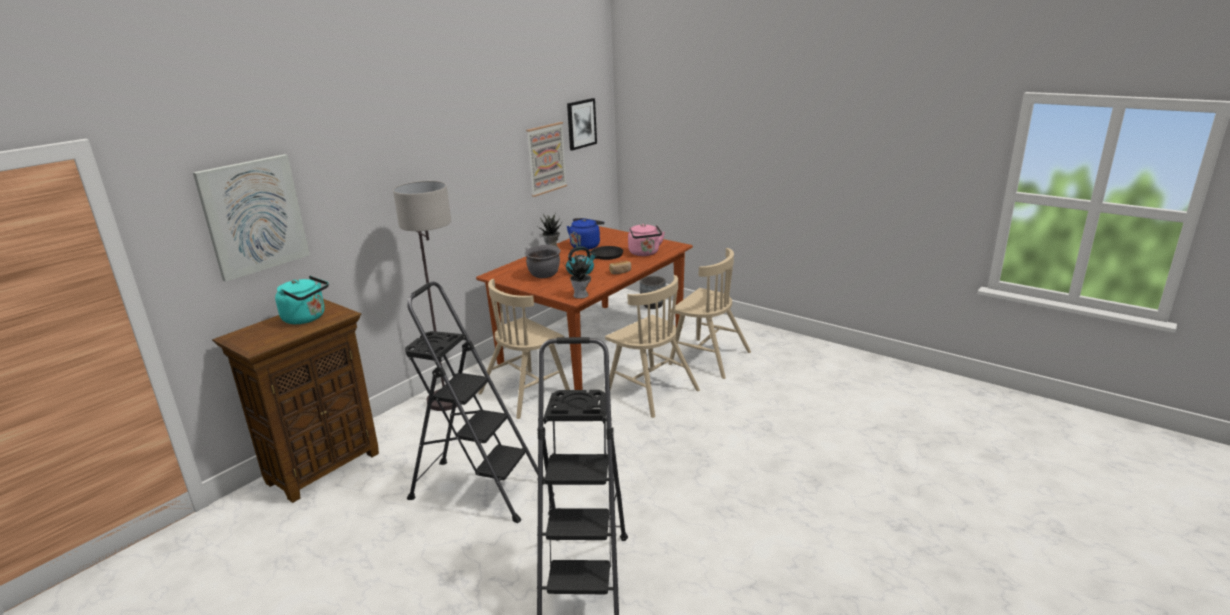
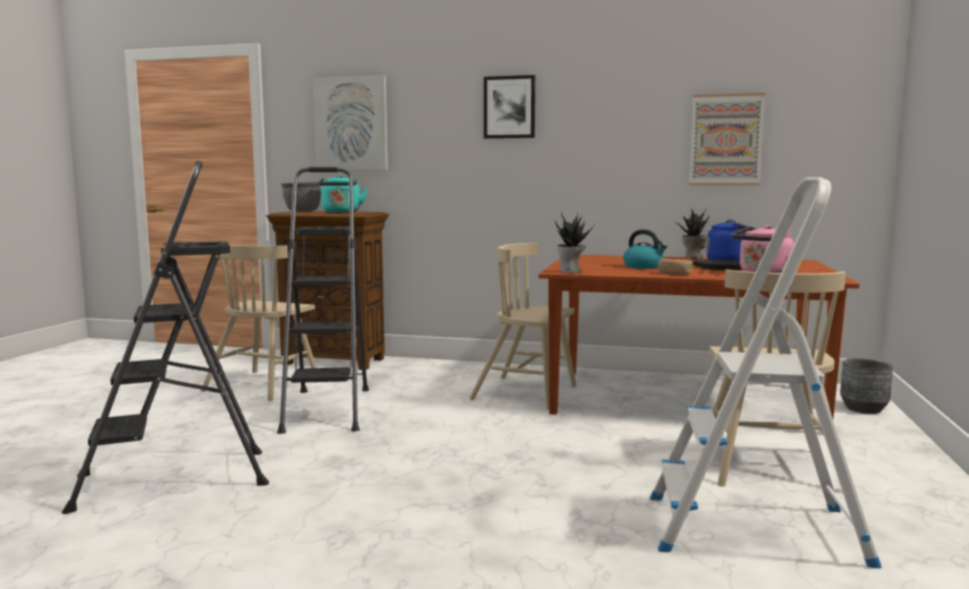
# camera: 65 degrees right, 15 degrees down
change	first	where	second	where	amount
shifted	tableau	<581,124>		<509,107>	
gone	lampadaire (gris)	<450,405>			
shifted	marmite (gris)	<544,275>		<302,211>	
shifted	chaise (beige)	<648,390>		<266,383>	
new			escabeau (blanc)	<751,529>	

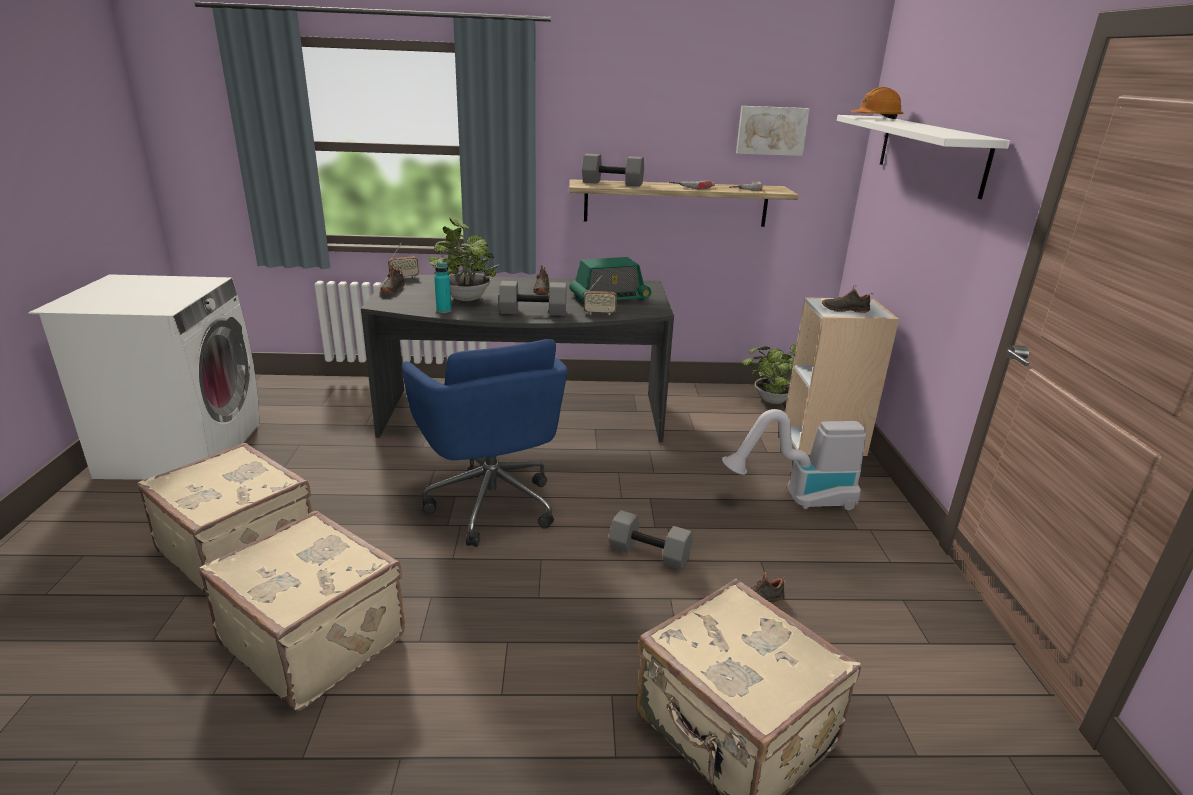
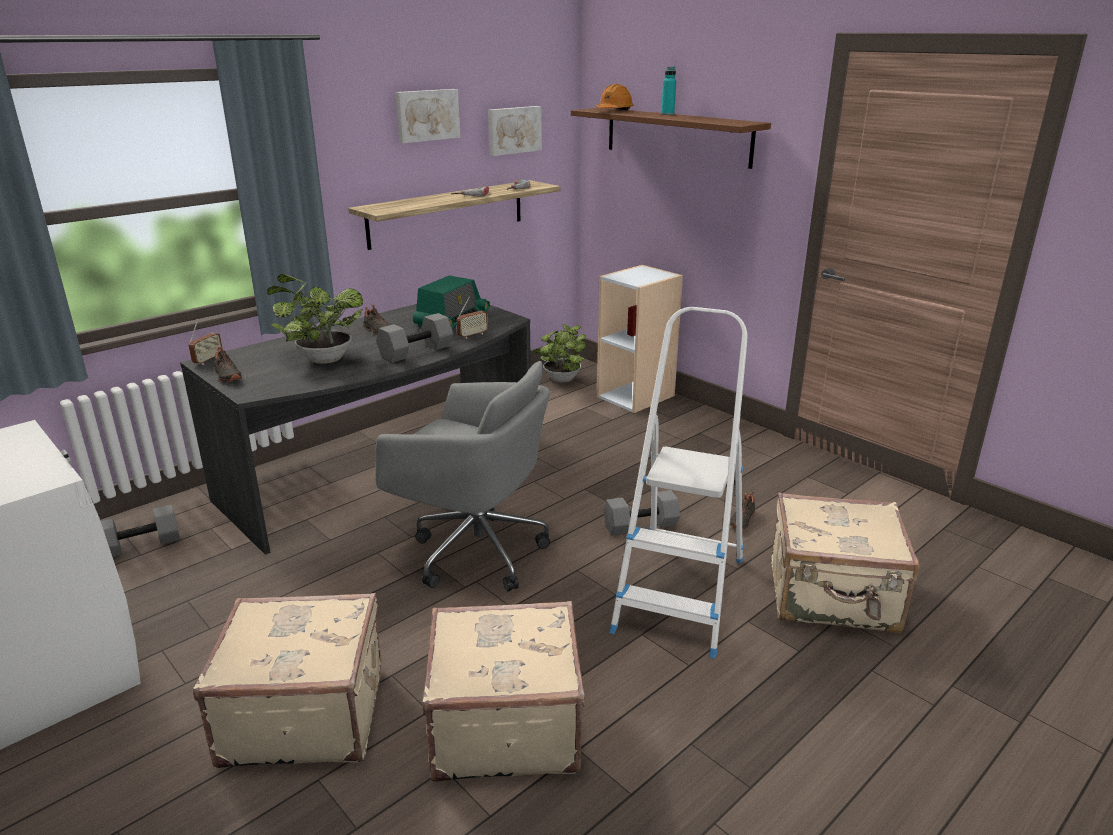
# camera: 40 degrees left, 0 degrees up
change	first	where	second	where	amount
repainted	étagère (blanc)	<930,153>	étagère (marron)	<677,136>	
shifted	haltère (gris)	<611,183>		<140,546>	
shifted	bouteille (turquoise)	<444,311>		<667,114>	
gone	chaussure (noir)	<844,309>			
repainted	chaise de bureau (bleu)	<490,503>	chaise de bureau (gris)	<472,553>	
gone	aspirateur	<797,499>			
new			tableau	<426,115>	
new			escabeau (blanc)	<679,594>	

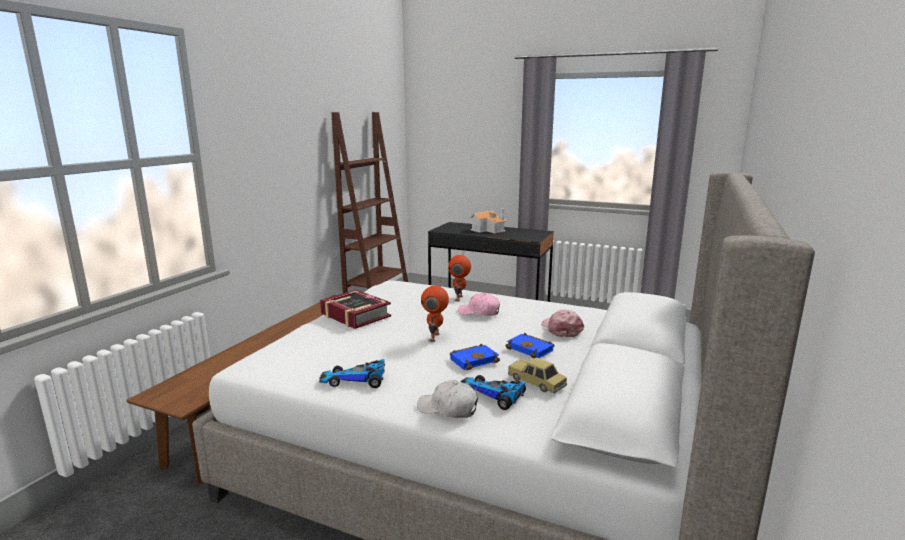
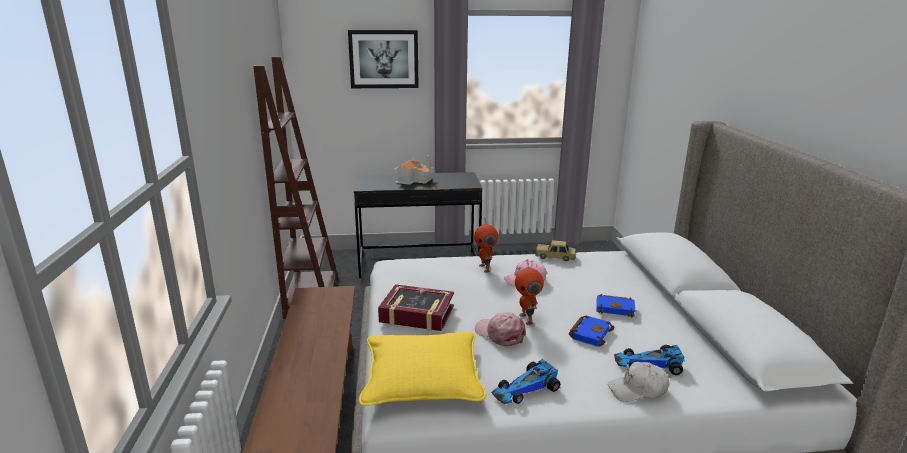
# camera: 30 degrees left, 5 degrees up
change	first	where	second	where	amount
shifted	casquette (rose)	<561,329>		<500,334>	
shifted	petite voiture	<536,382>		<555,257>	
new			tableau	<384,59>	
new			coussin (jaune)	<422,377>	

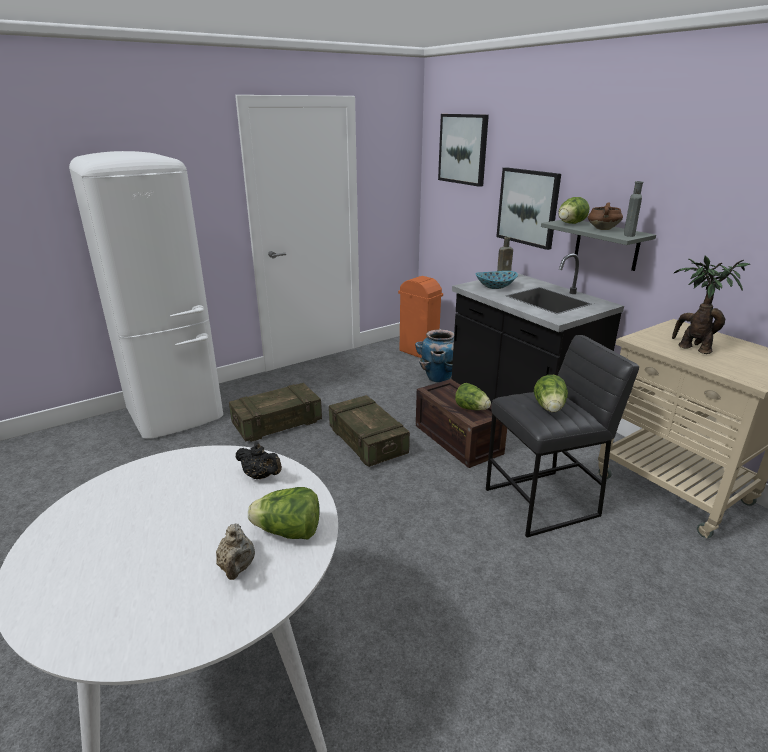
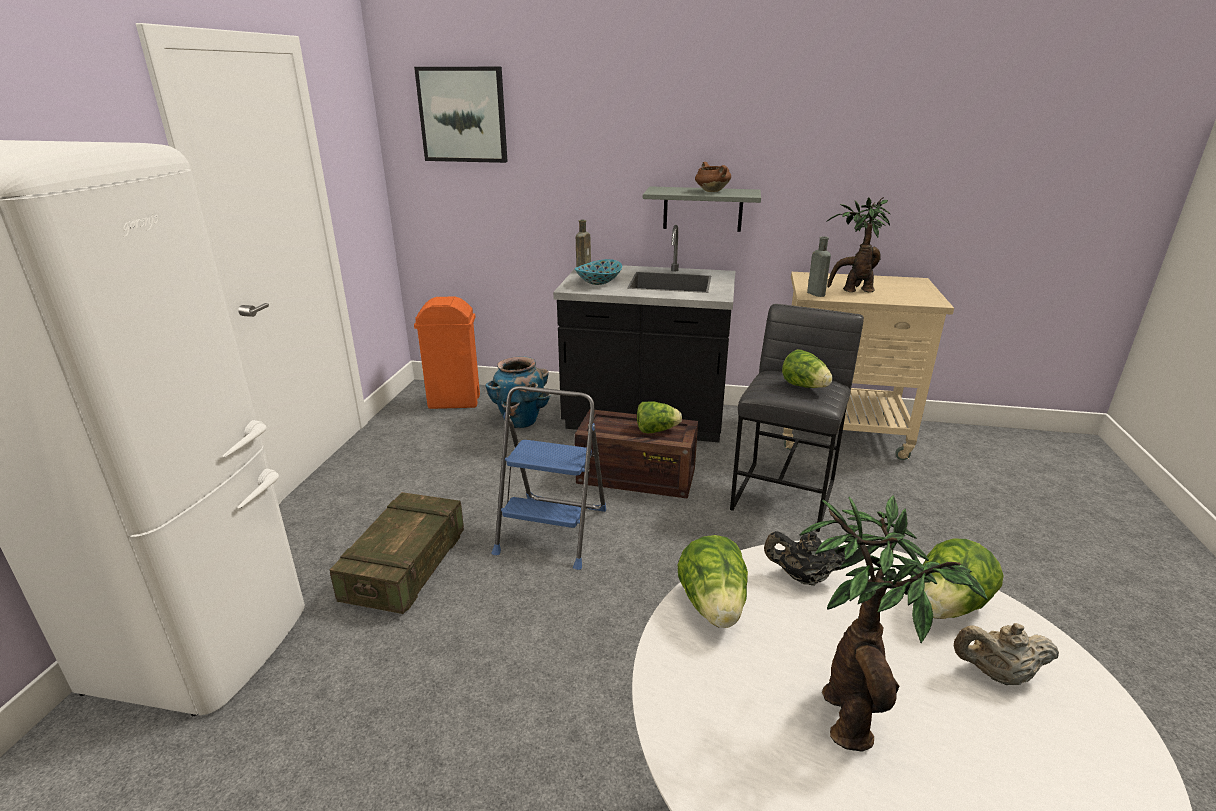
# camera: 45 degrees left, 0 degrees up
change	first	where	second	where	amount
gone	tableau	<528,207>			
shifted	bouteille (gris)	<629,234>		<815,293>	
shifted	laitue	<570,224>		<713,606>	
swapped	caisse	<367,442>	escabeau (bleu)	<554,528>	
rotated	théière (noir)	<260,476>		<802,578>	150 degrees counterclockwise
rotated	théière (beige)	<237,567>		<997,674>	150 degrees clockwise
new			plante en pot	<851,711>	

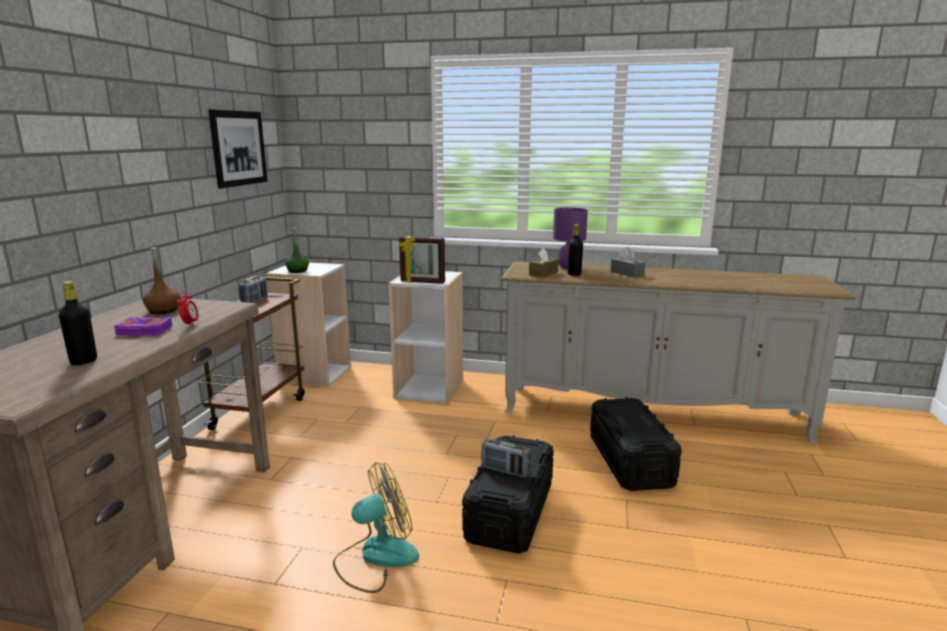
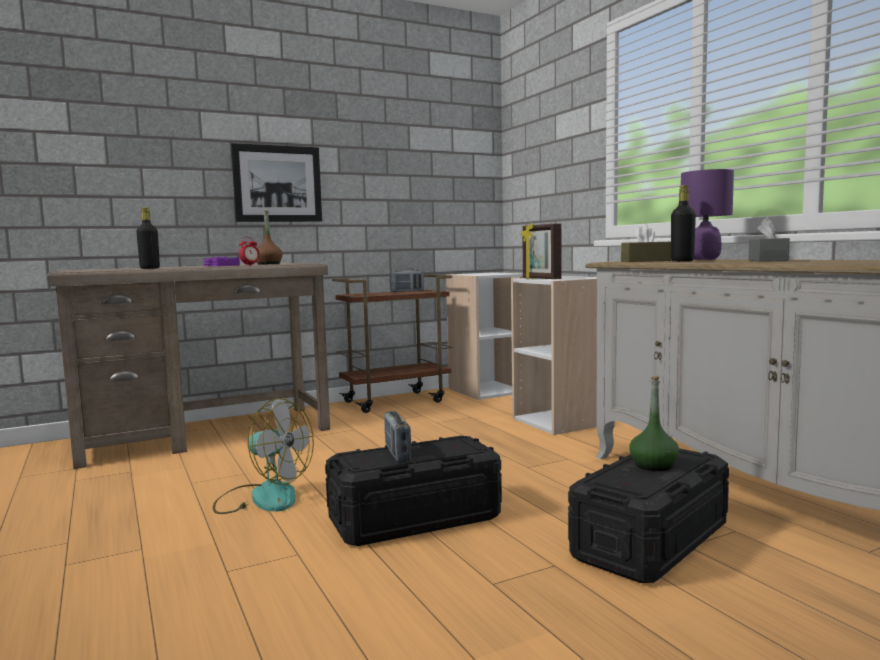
# camera: 50 degrees right, 10 degrees down
change	first	where	second	where	amount
shifted	tableau	<239,148>		<277,184>	
shifted	bouteille (vert)	<297,271>		<653,465>	

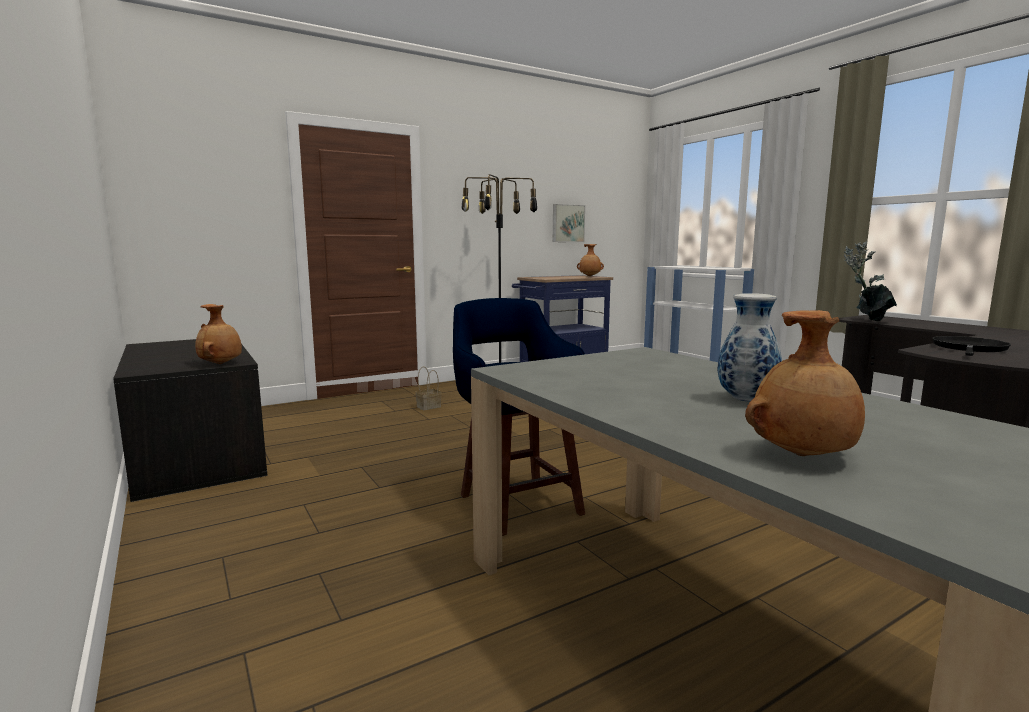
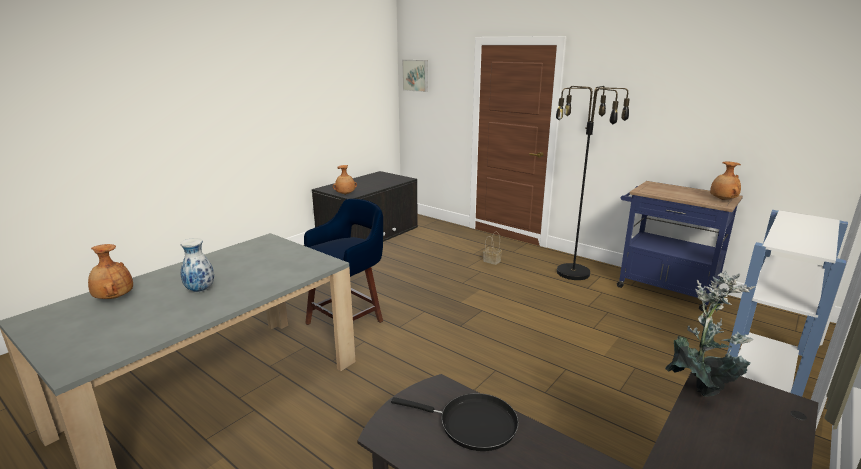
# camera: 70 degrees right, 10 degrees up
change	first	where	second	where	amount
shifted	tableau	<567,223>		<416,75>	

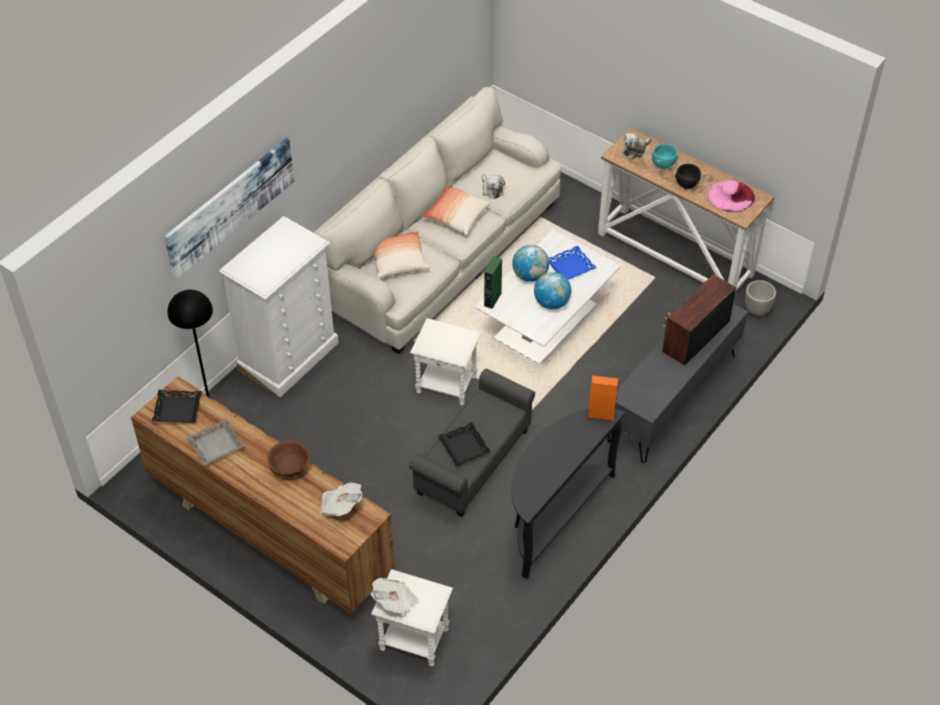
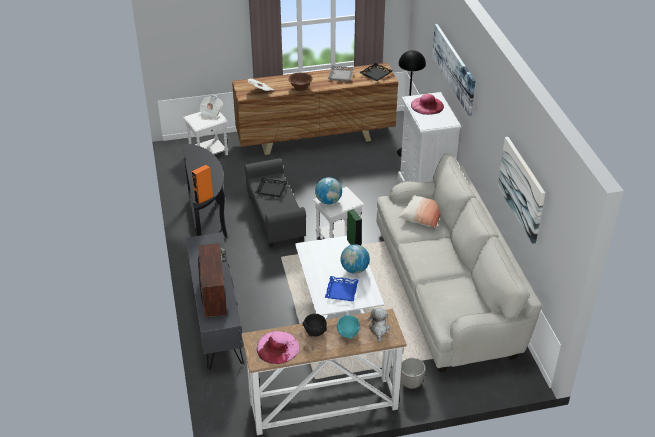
# camera: 130 degrees right, 10 degrees down
change	first	where	second	where	amount
gone	peluche	<491,190>			
gone	coussin	<456,217>			
shifted	globe	<551,303>		<328,201>	
shifted	cache-pot	<757,310>		<410,383>	
new			chapeau (rose)	<427,105>	
new			tableau	<522,189>	

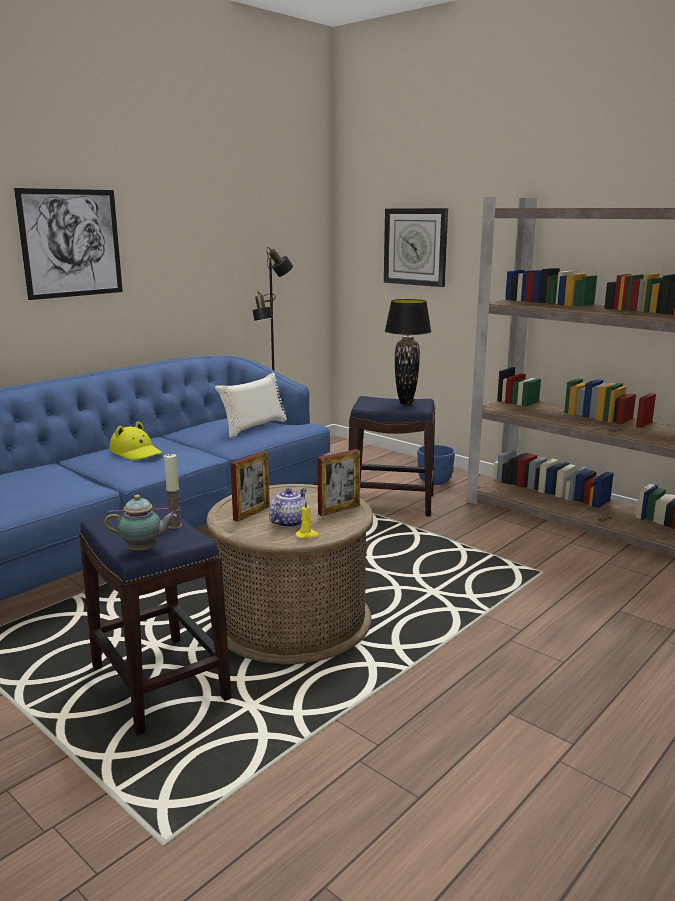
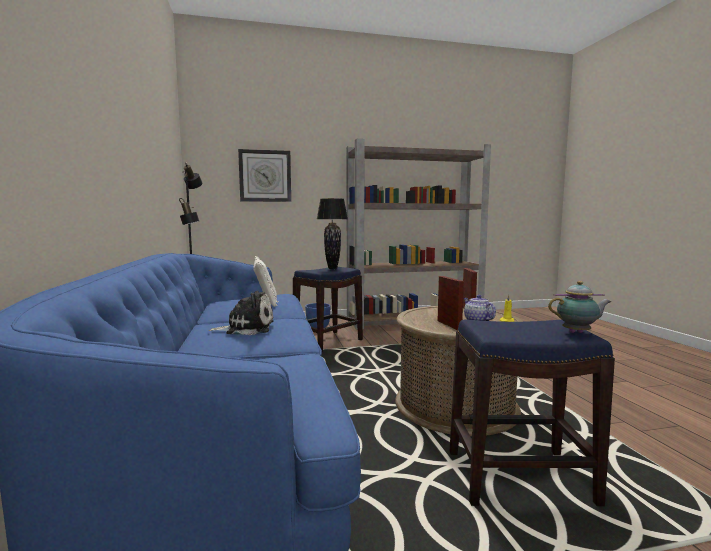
# camera: 55 degrees left, 10 degrees down
change	first	where	second	where	amount
gone	tableau	<71,243>			
swapped	chapeau (jaune)	<136,452>	peluche	<247,328>	
gone	bougie	<175,526>			
rotated	théière	<144,550>		<578,332>	60 degrees clockwise

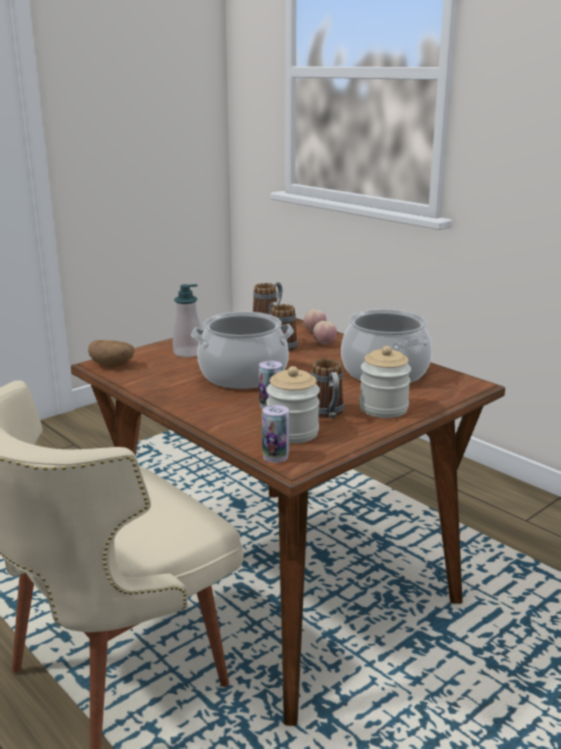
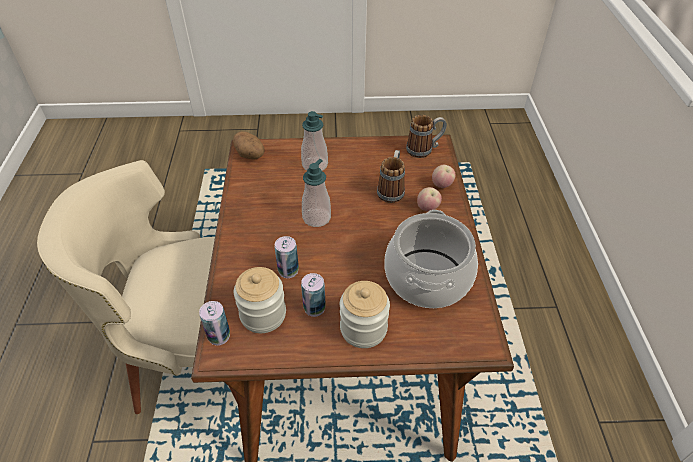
# camera: 40 degrees right, 25 degrees up
change	first	where	second	where	amount
swapped	marmite	<243,375>	distributeur de savon	<316,218>	
swapped	mug	<328,414>	boîte métallique	<314,308>	

